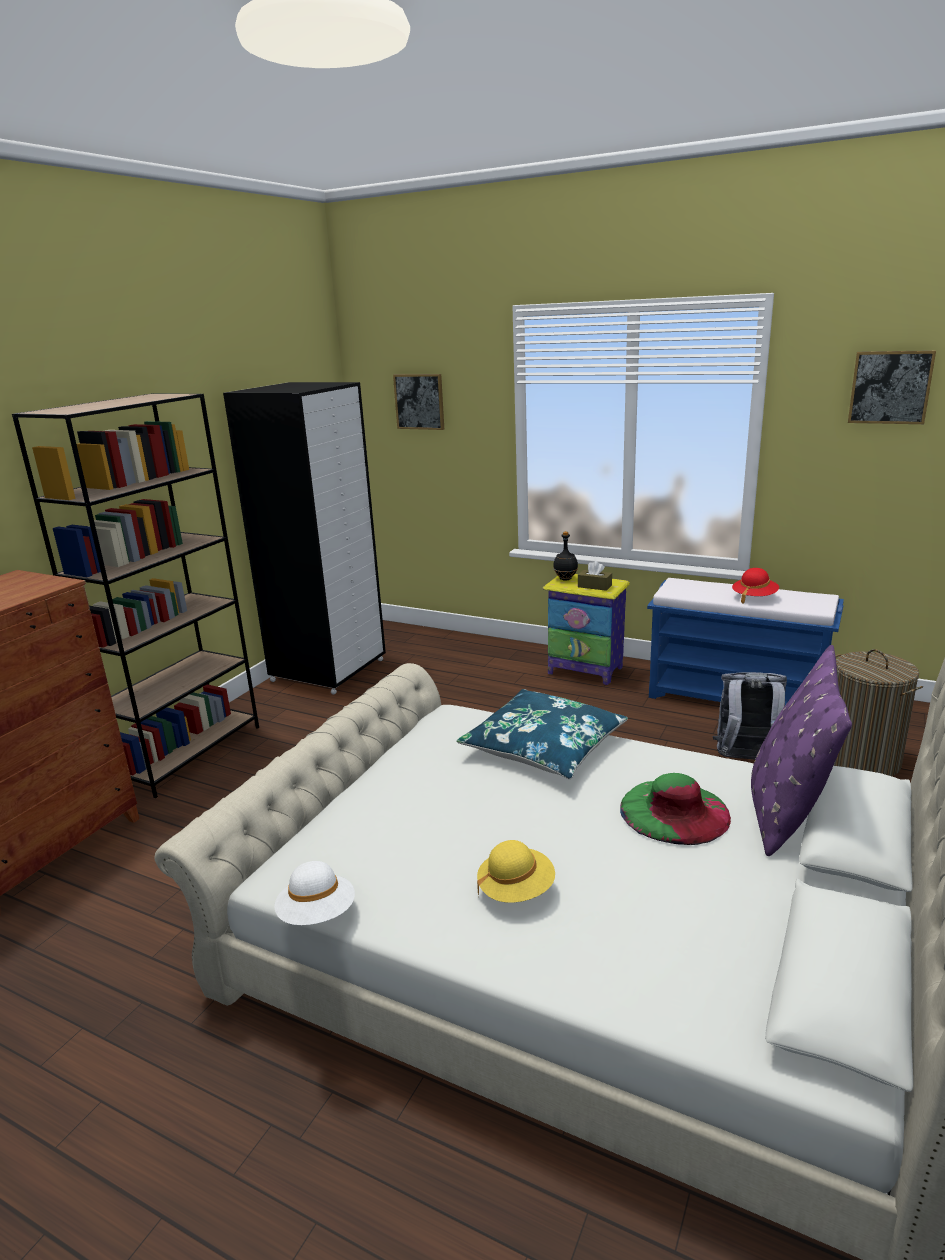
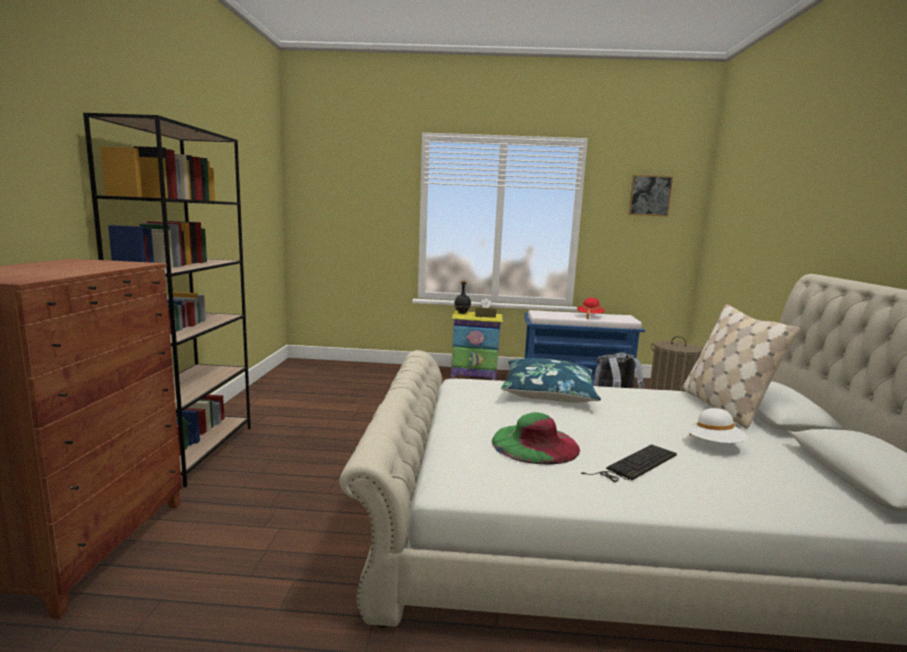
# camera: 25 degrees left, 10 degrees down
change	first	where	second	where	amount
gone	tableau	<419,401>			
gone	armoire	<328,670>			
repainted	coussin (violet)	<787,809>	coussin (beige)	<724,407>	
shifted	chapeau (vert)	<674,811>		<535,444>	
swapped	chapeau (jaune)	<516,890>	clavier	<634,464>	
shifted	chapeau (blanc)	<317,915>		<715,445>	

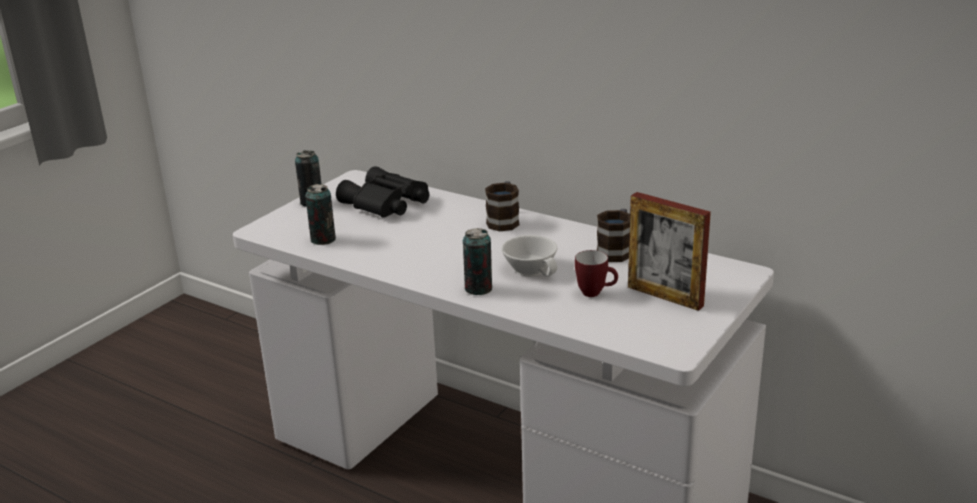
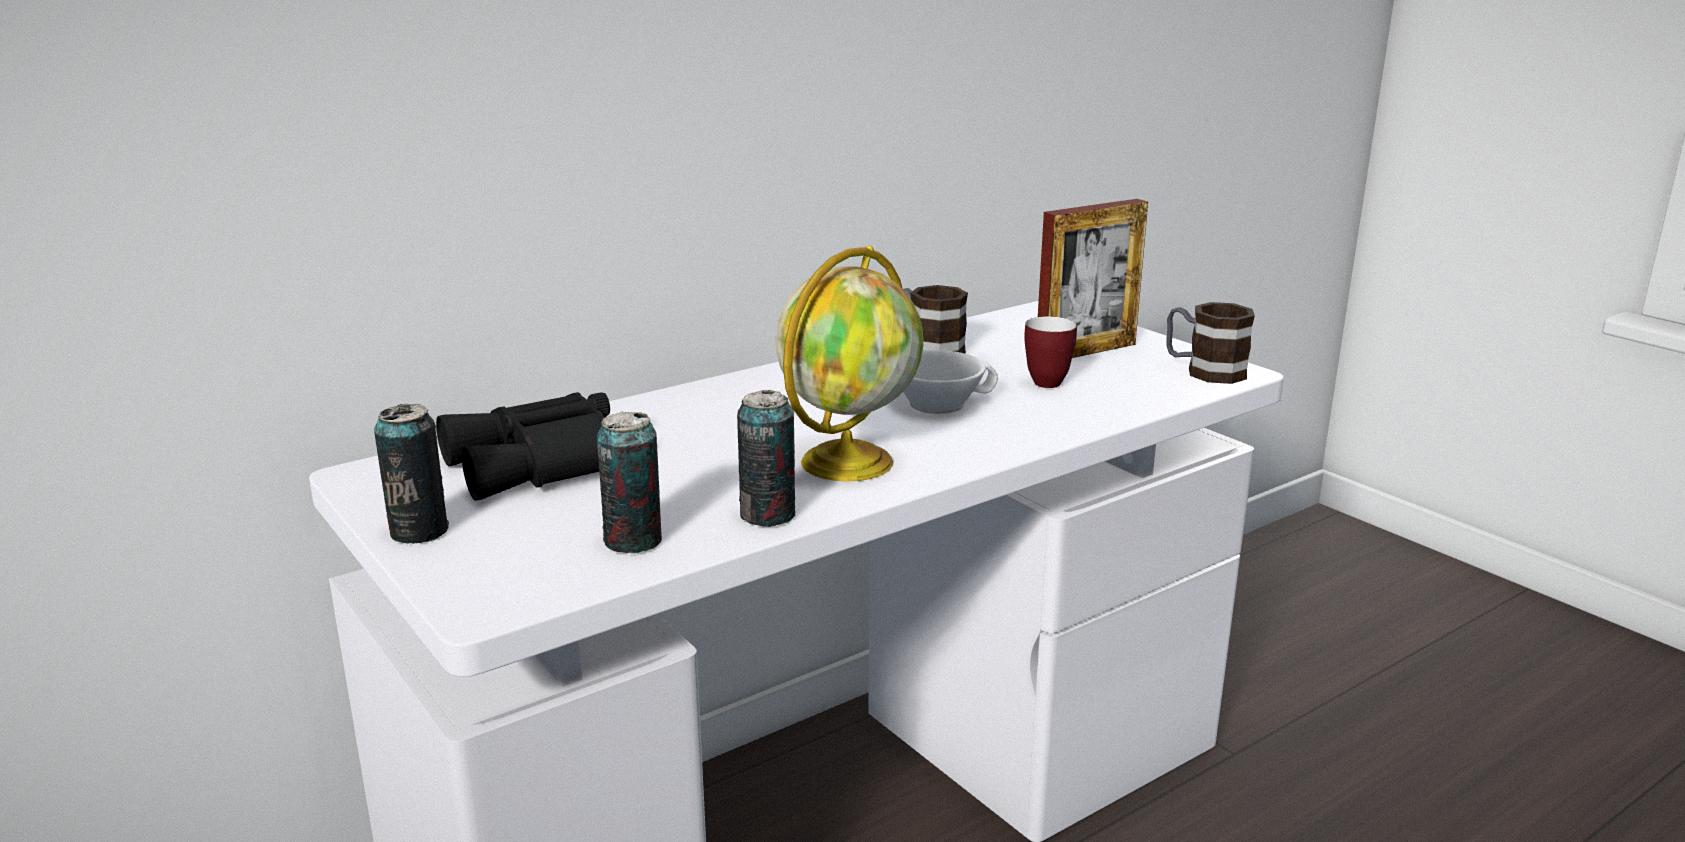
# camera: 70 degrees left, 5 degrees down
change	first	where	second	where	amount
shifted	mug	<504,220>		<1204,371>	
shifted	boîte métallique	<478,289>		<767,515>	
new			globe	<848,461>	

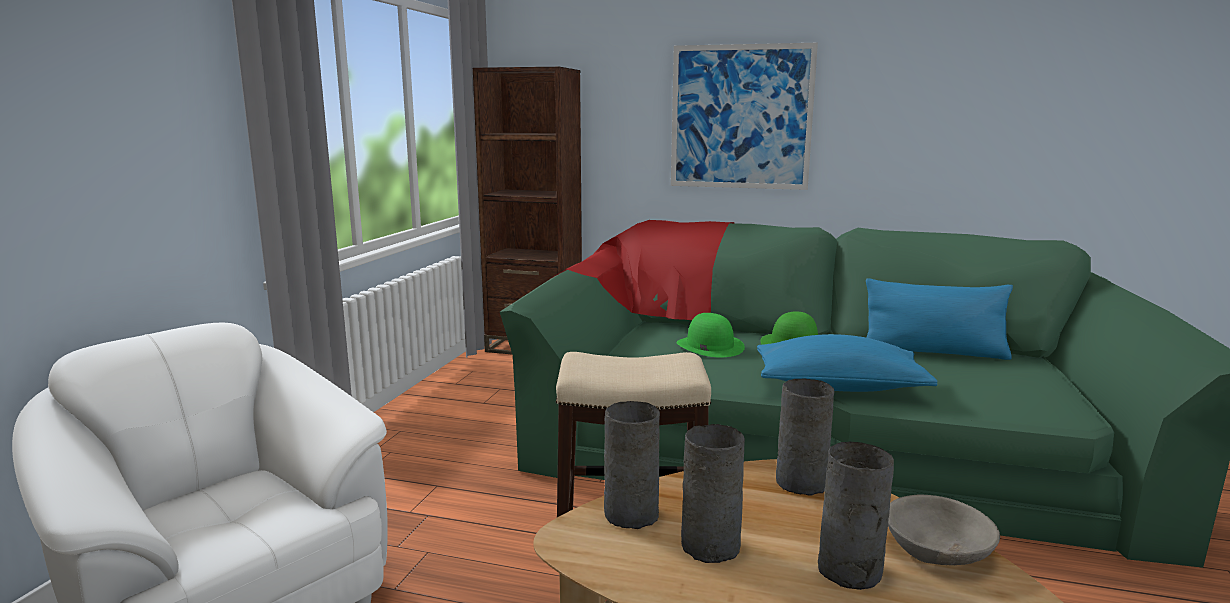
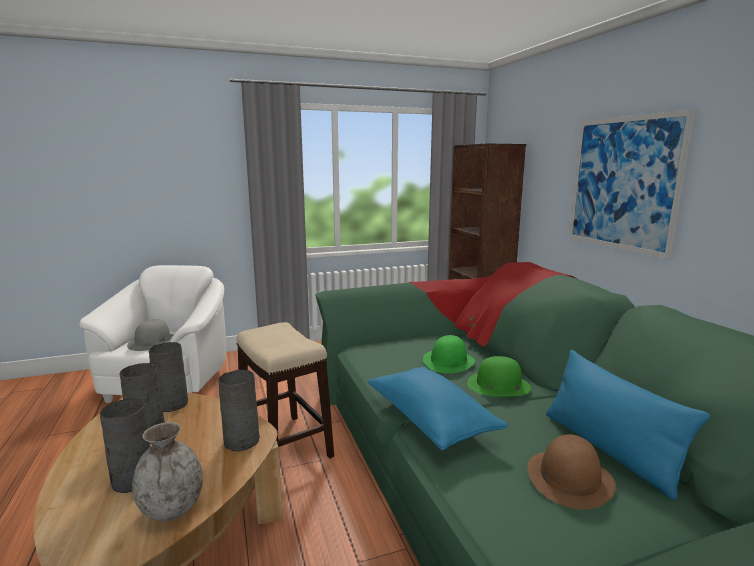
# camera: 55 degrees right, 0 degrees up
change	first	where	second	where	amount
swapped	bol (gris)	<937,549>	vase (gris)	<172,509>	
new			chapeau (gris)	<153,341>	
new			chapeau (marron)	<569,478>	

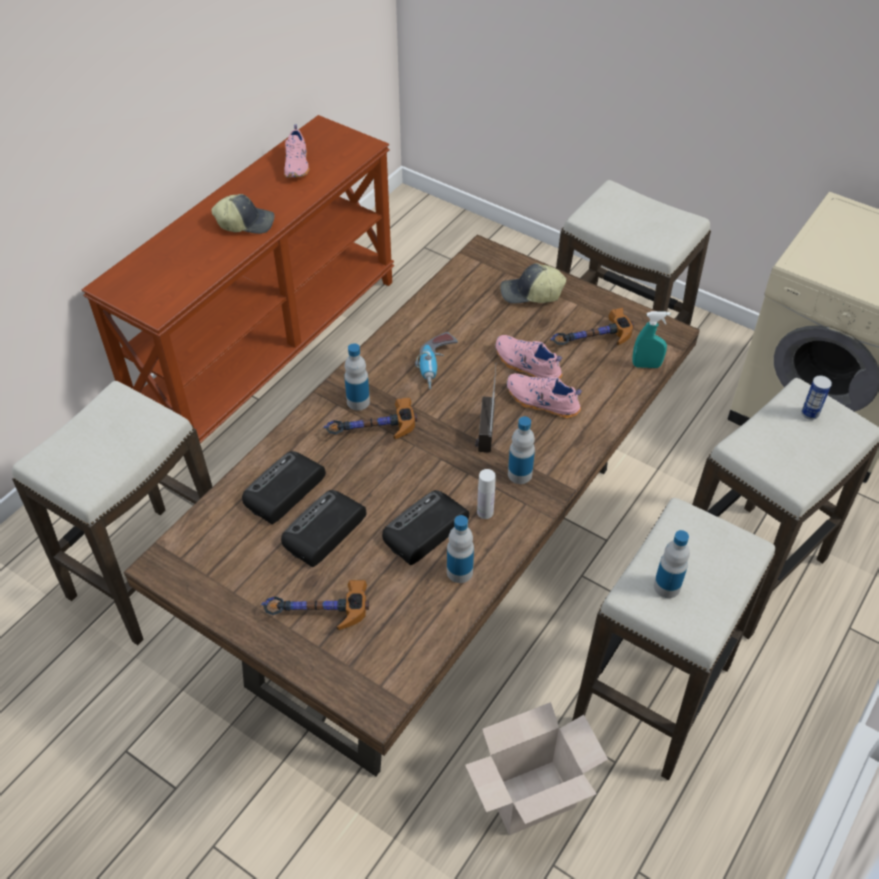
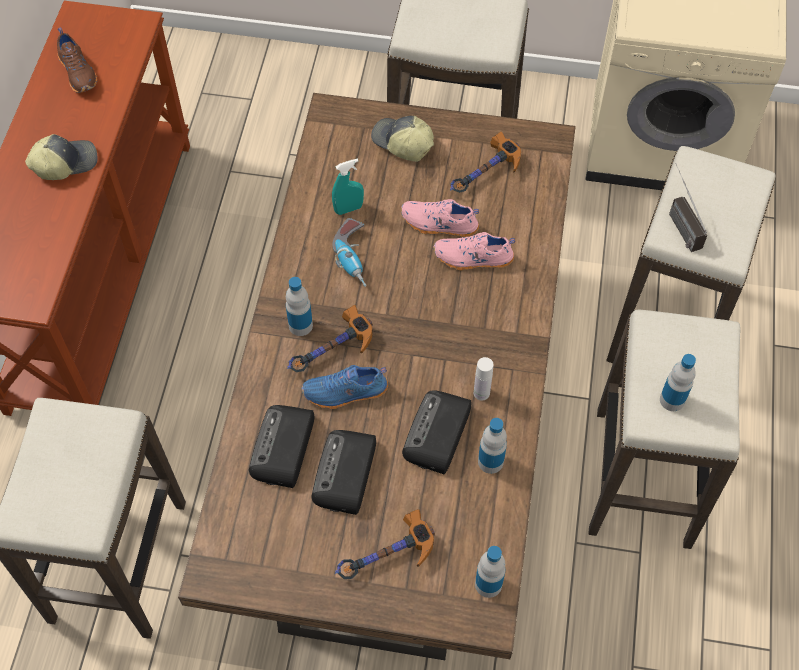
# camera: 25 degrees left, 10 degrees up
change	first	where	second	where	amount
repainted	chaussure (rose)	<297,165>	chaussure (marron)	<79,72>	
rotated	casquette	<531,294>		<402,143>	60 degrees clockwise
shifted	vaporisateur (turquoise)	<646,365>		<348,209>	
shifted	radio	<485,422>		<678,221>	
gone	boîte métallique	<809,413>			
shifted	bouteille	<520,474>		<488,584>	
gone	carton	<530,800>			
new			chaussure (bleu)	<345,393>	

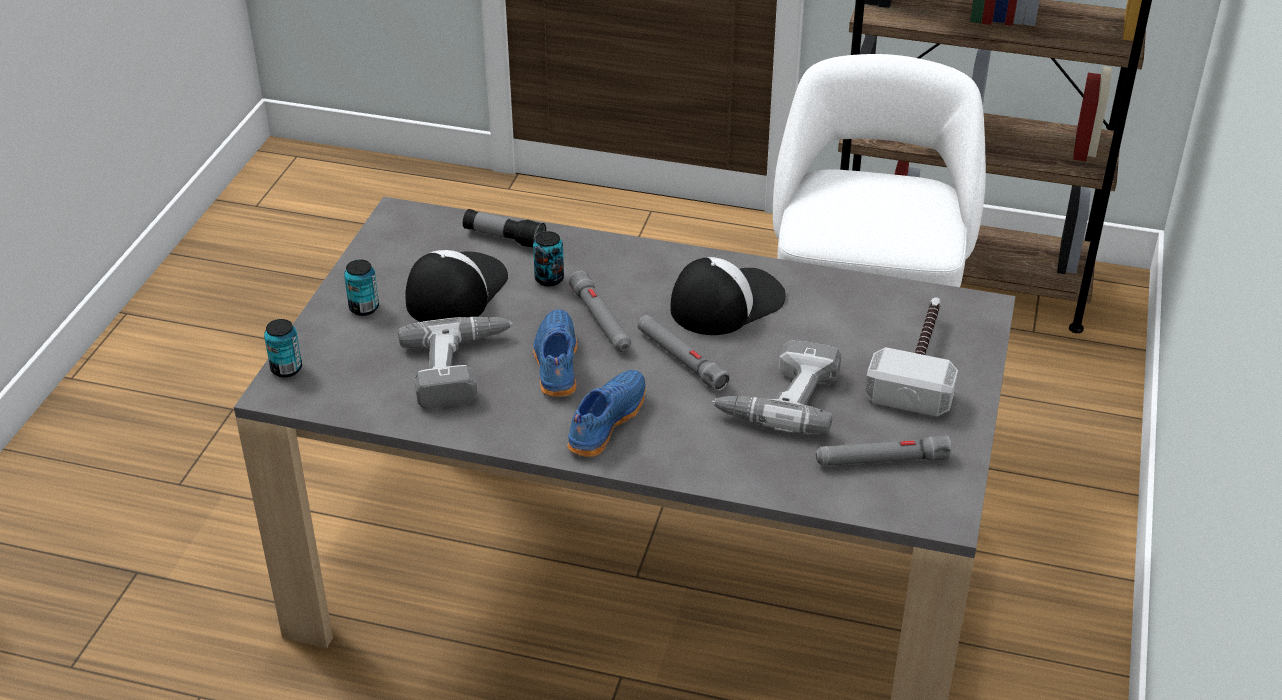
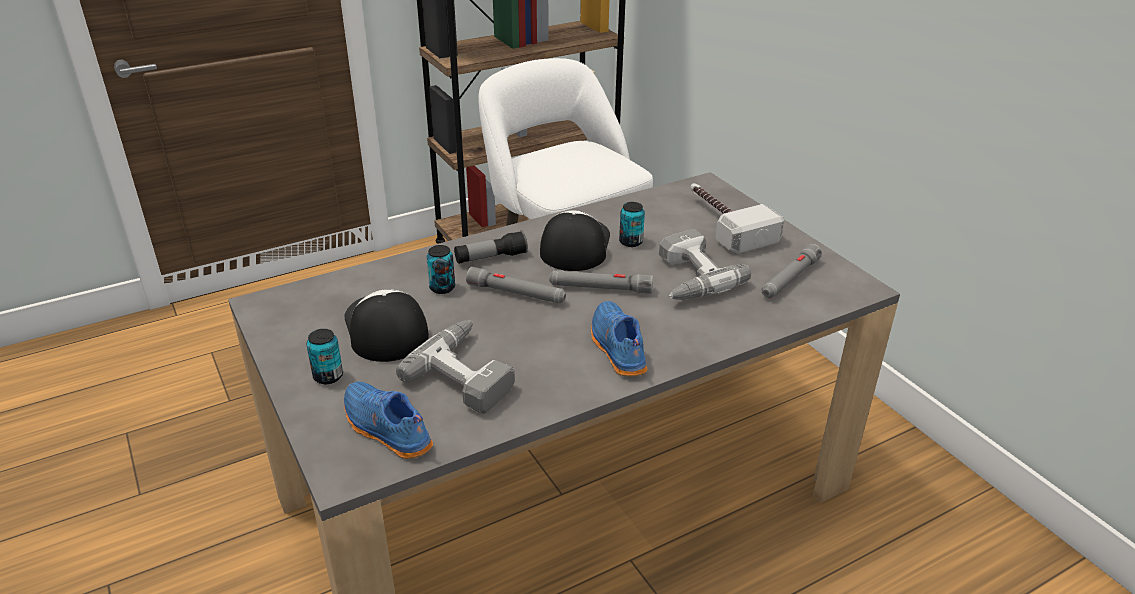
# camera: 45 degrees left, 5 degrees down
change	first	where	second	where	amount
shifted	lampe de poche	<504,238>		<491,258>	
shifted	chaussure (bleu)	<555,363>		<385,430>	
shifted	boîte métallique	<286,369>		<630,242>	

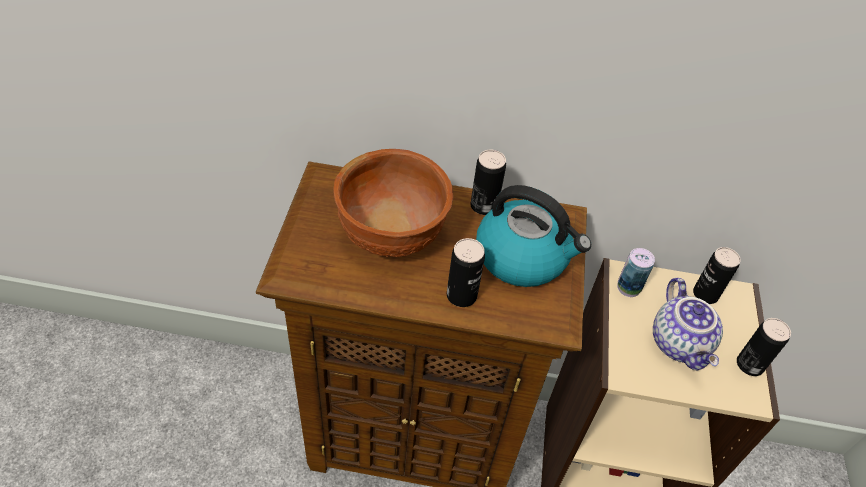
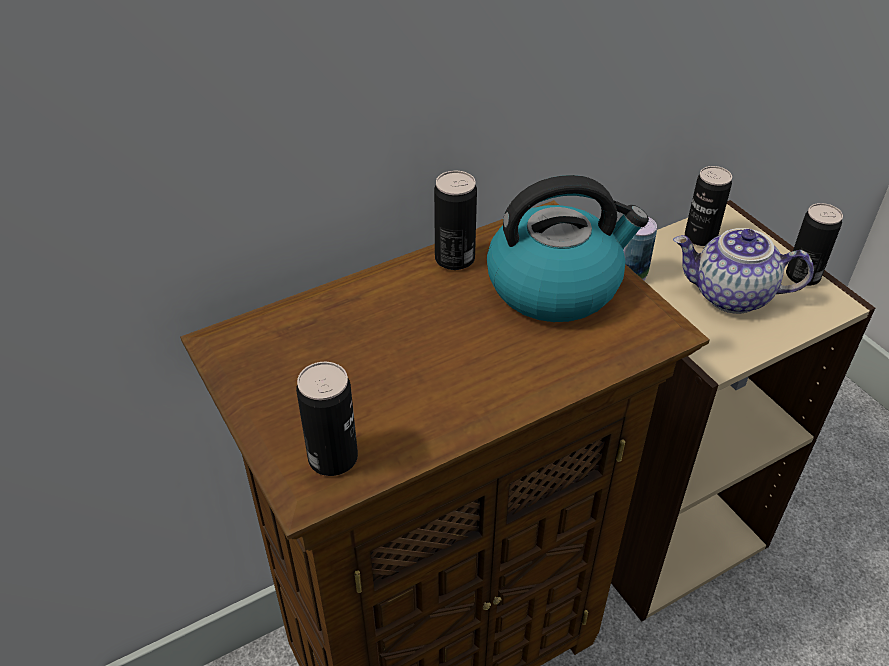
# camera: 35 degrees left, 5 degrees down
change	first	where	second	where	amount
gone	bol (marron)	<391,237>			
shifted	boîte métallique	<461,295>		<333,458>	
rotated	théière	<680,344>		<730,296>	150 degrees clockwise

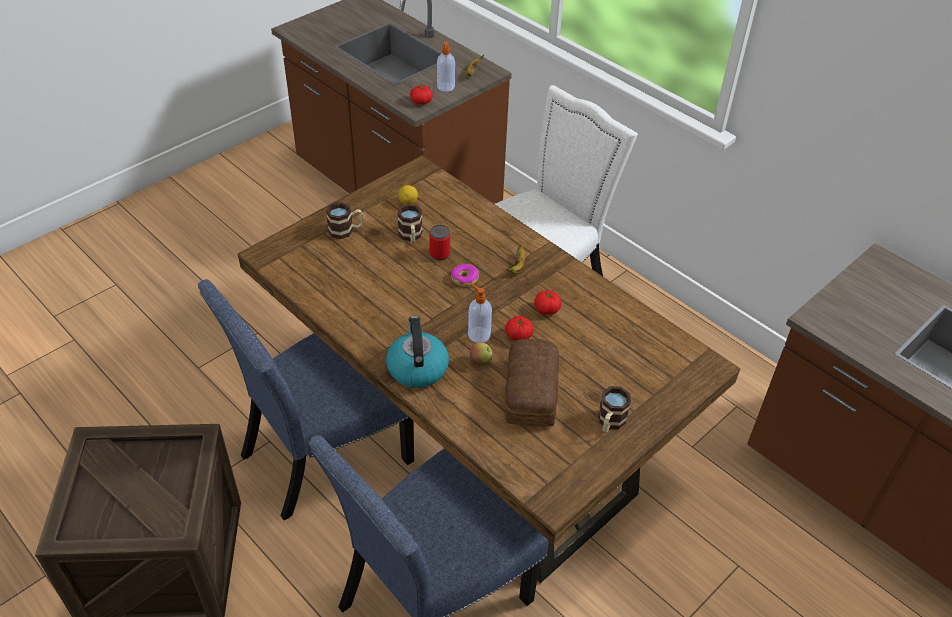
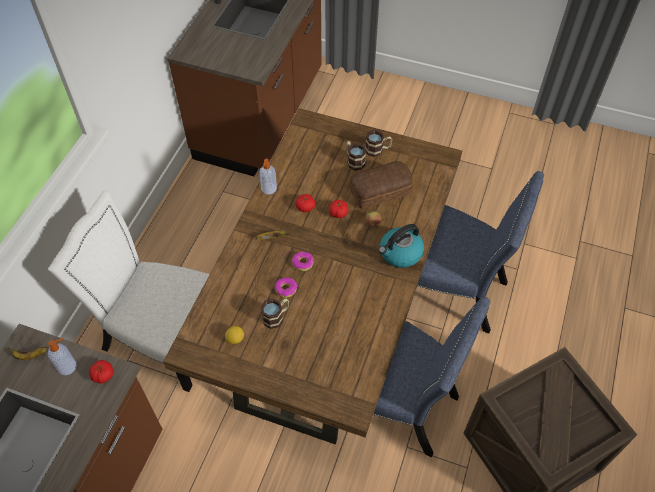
# camera: 115 degrees left, 10 degrees up
change	first	where	second	where	amount
shifted	mug	<346,230>		<353,161>	
swapped	boîte métallique	<439,254>	beignet	<286,289>	
shifted	distributeur de savon	<478,334>		<268,189>	

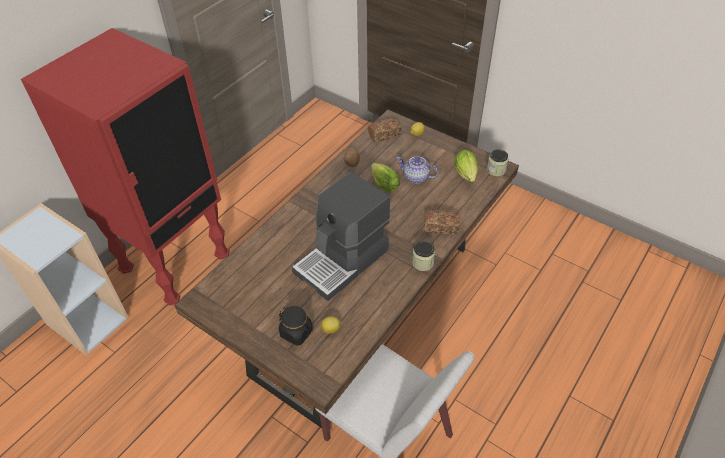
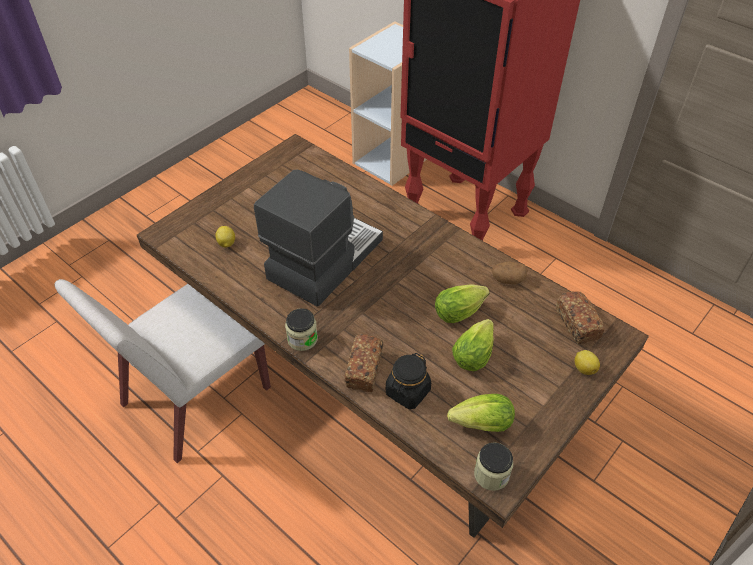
# camera: 95 degrees right, 0 degrees up
change	first	where	second	where	amount
swapped	théière	<416,177>	laitue	<474,353>	
rotated	machine à café	<343,261>		<323,259>	75 degrees clockwise
shifted	bocal (noir)	<296,333>		<407,392>	

